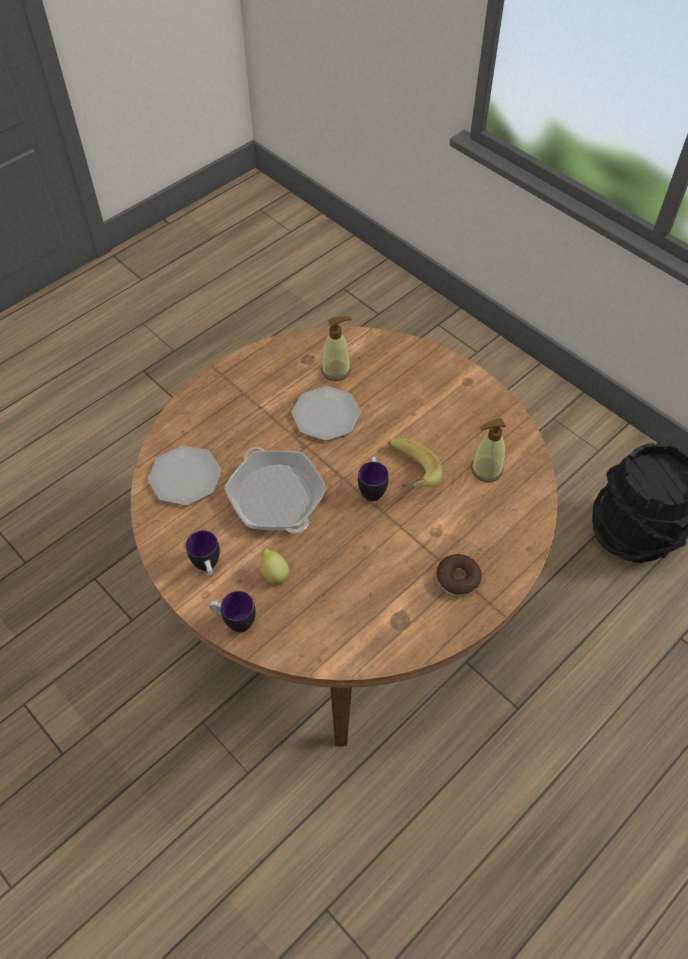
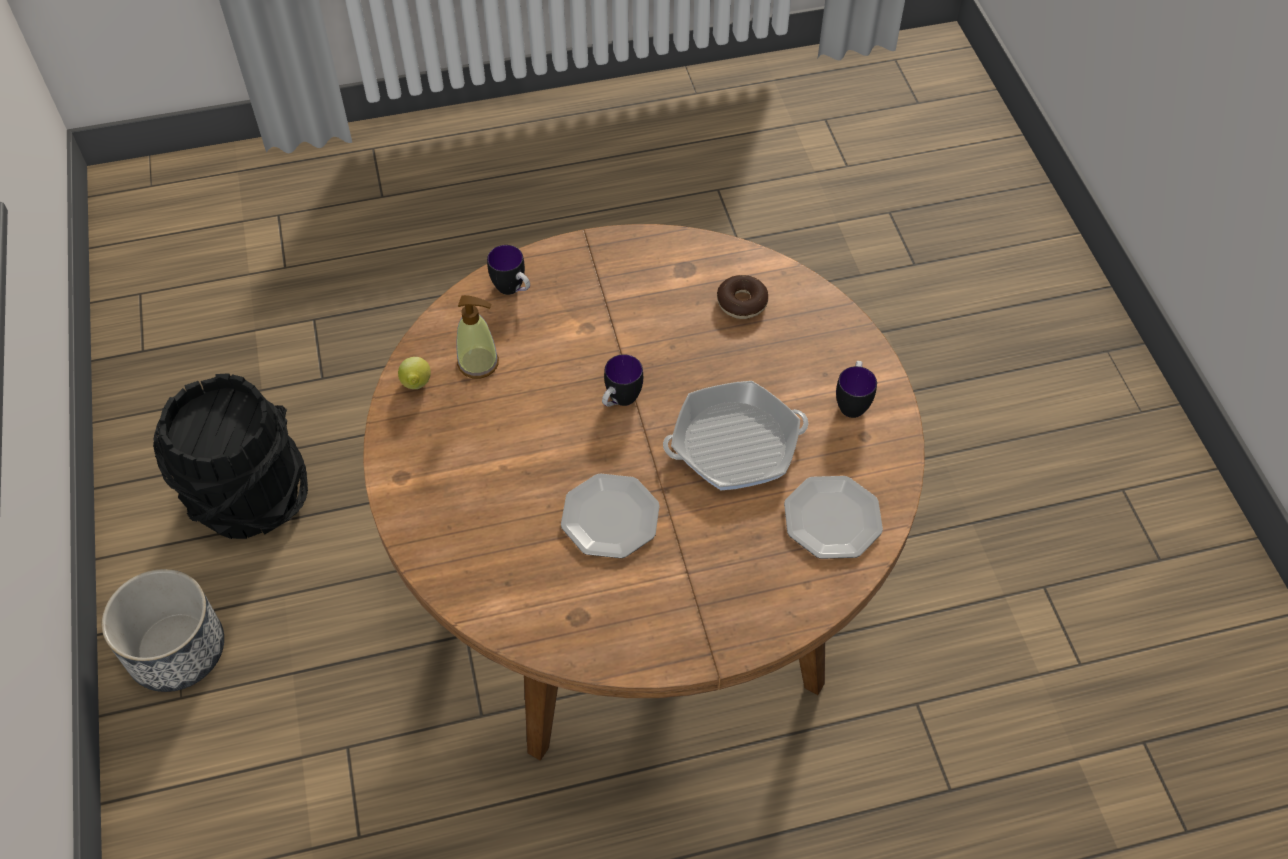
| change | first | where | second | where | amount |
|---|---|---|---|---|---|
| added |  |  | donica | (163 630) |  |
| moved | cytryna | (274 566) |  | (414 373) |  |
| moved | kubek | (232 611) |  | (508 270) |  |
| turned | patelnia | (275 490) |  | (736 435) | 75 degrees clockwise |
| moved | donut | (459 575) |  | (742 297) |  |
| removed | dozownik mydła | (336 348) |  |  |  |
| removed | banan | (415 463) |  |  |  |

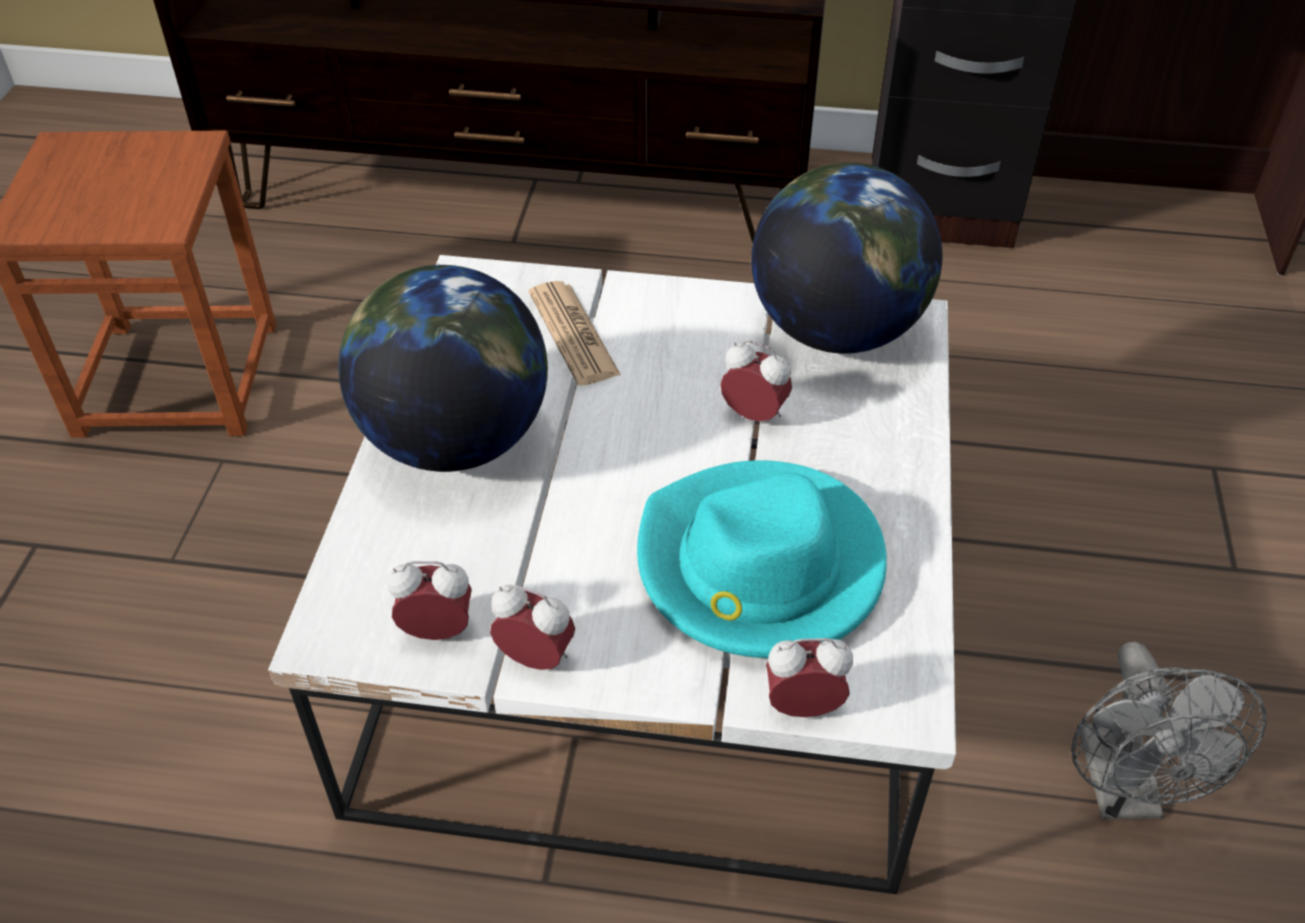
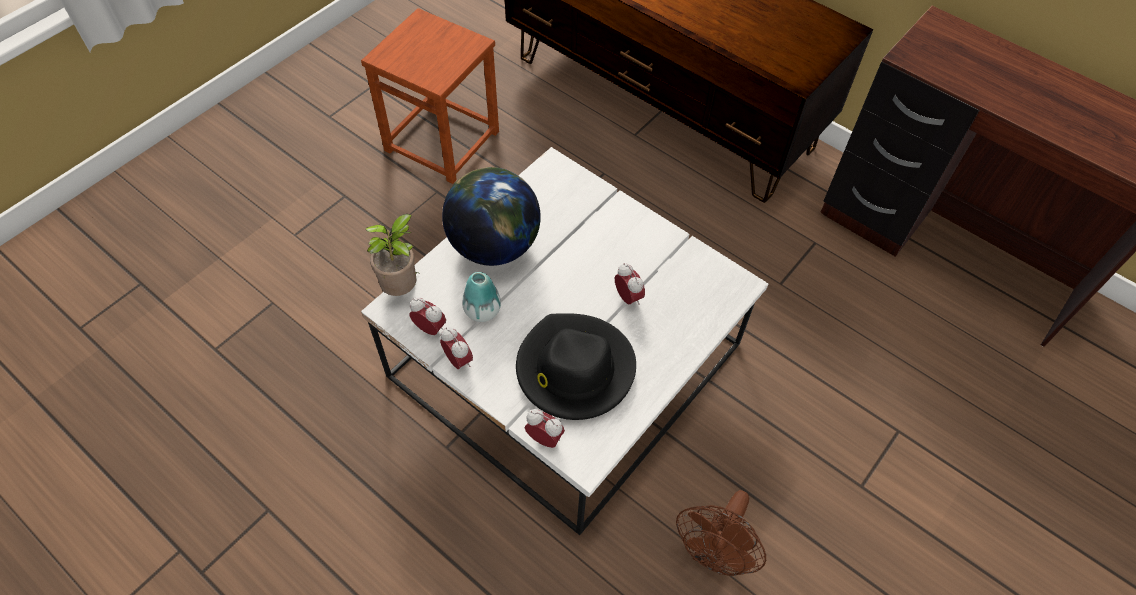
| change | first | where | second | where | amount |
|---|---|---|---|---|---|
| added |  |  | roślina doniczkowa | (392 255) |  |
| added |  |  | wazon | (481 297) |  |
| recoloured | kapelusz/turkusowy | (762 559) | kapelusz/czarny | (576 366) |  |
| recoloured | wentylator/szary | (1168 731) | wentylator/brązowy | (721 533) |  |
| removed | gazeta | (575 333) |  |  |  |
| removed | globus | (847 258) |  |  |  |

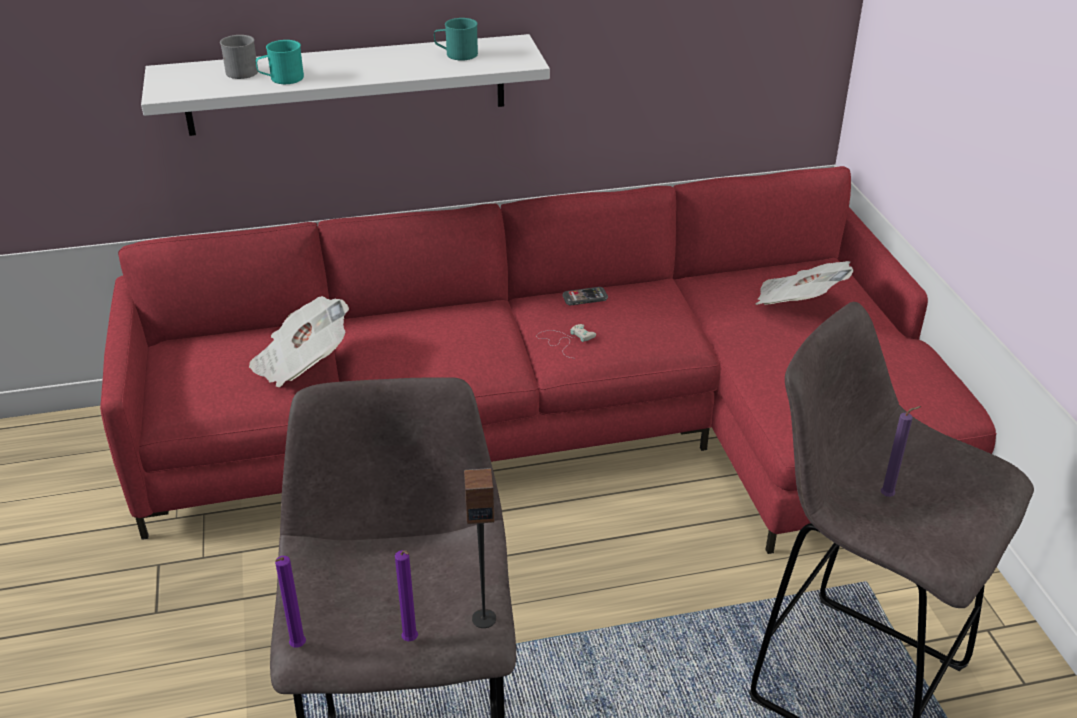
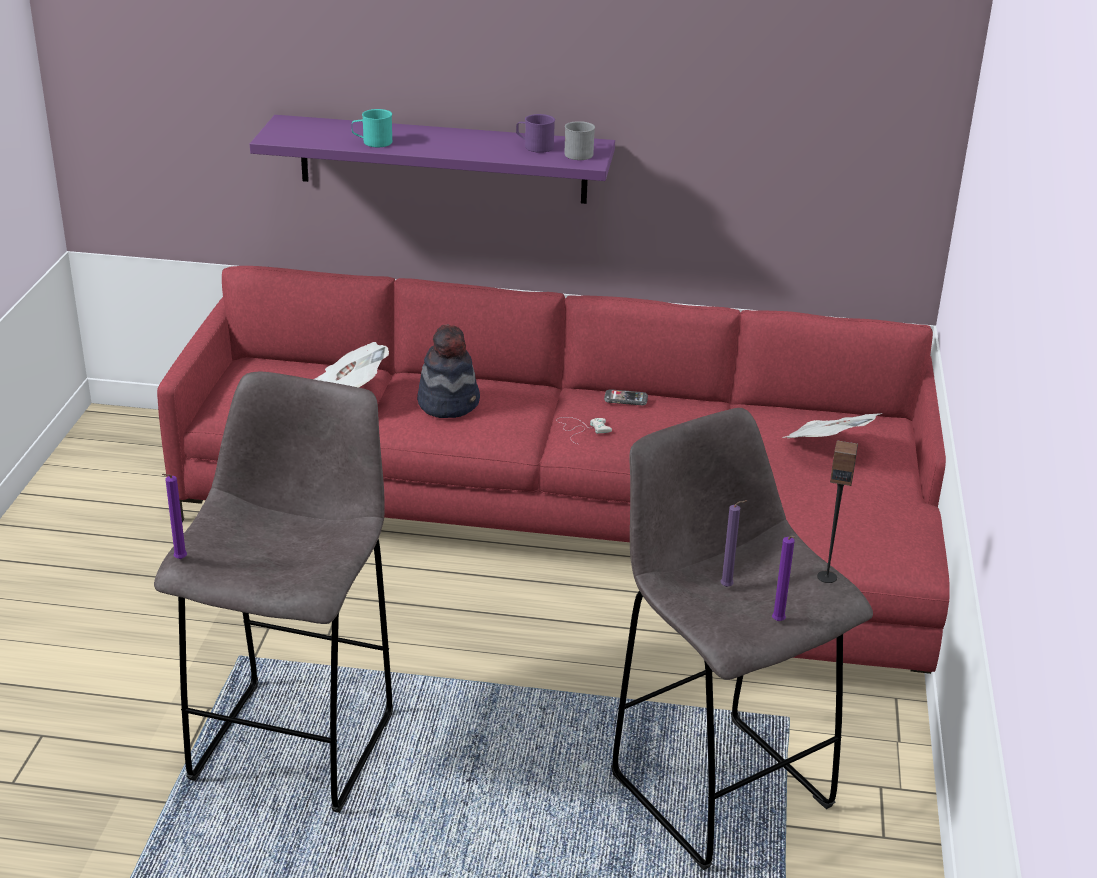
| change | first | where | second | where | amount |
|---|---|---|---|---|---|
| recoloured | półka/biały | (345 85) | półka/fioletowy | (432 159) |  |
| added |  |  | kapelusz | (448 371) |  |
| recoloured | kubek/turkusowy | (456 39) | kubek/fioletowy | (535 133) |  |
| moved | kubek/szary | (239 57) |  | (579 140) |  |
| moved | świeca/fioletowy | (406 595) |  | (783 578) |  |
| moved | głośnik | (480 548) |  | (837 511) |  |

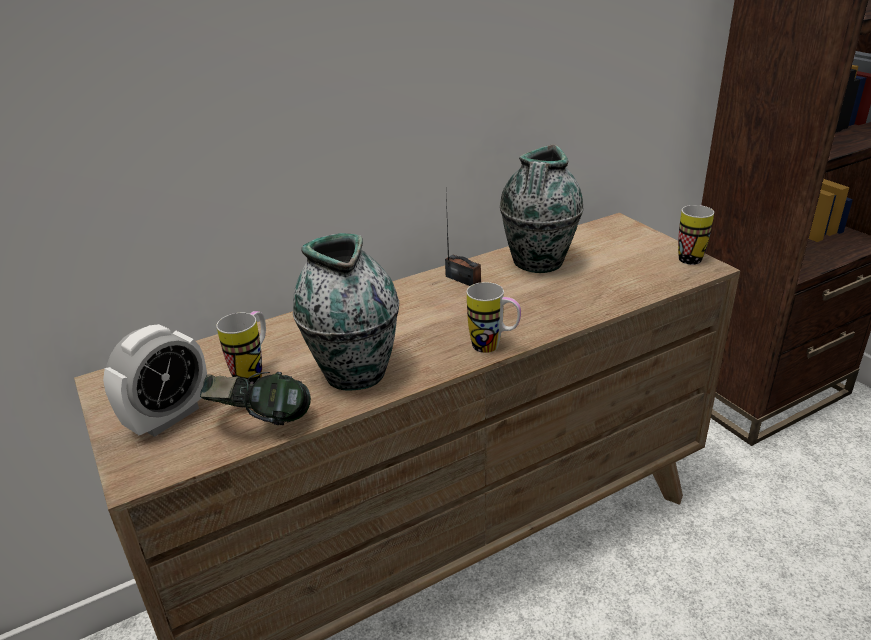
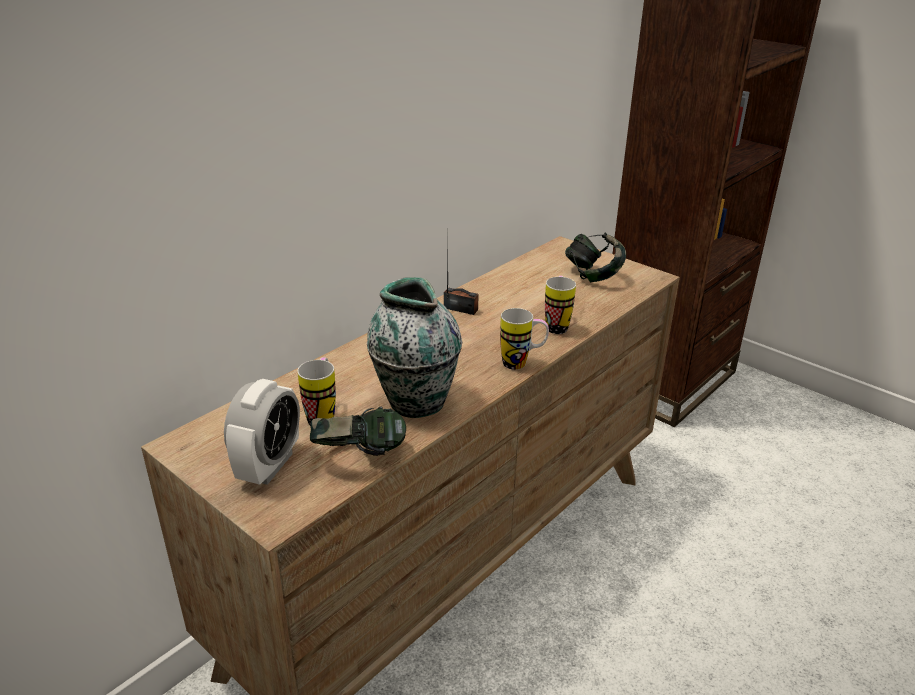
| change | first | where | second | where | amount |
|---|---|---|---|---|---|
| moved | kubek | (696 235) |  | (560 305) |  |
| added |  |  | słuchawki | (595 257) |  |
| removed | wazon | (542 208) |  |  |  |

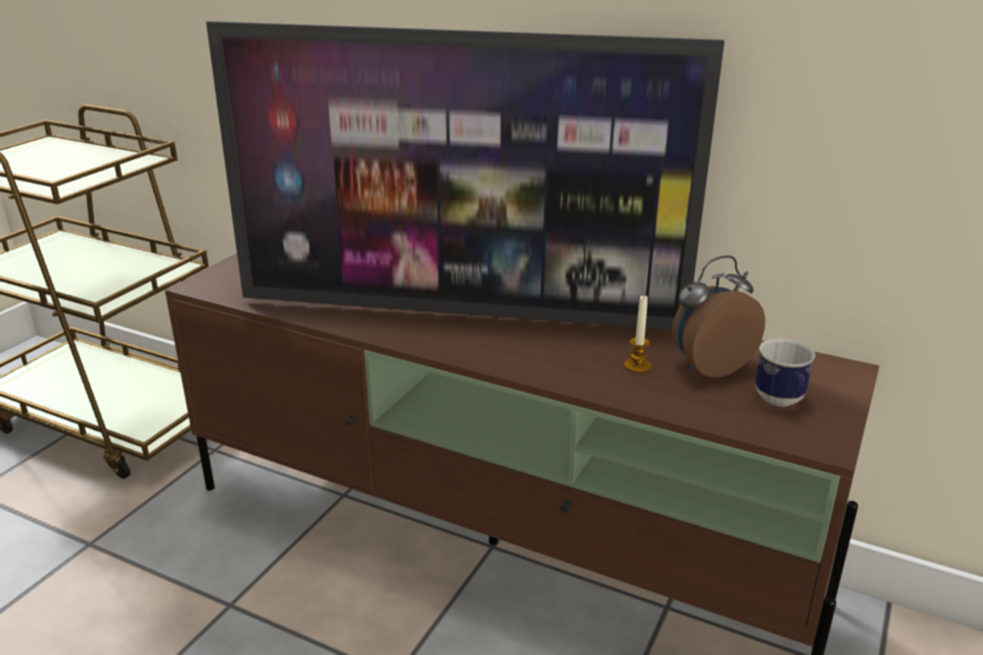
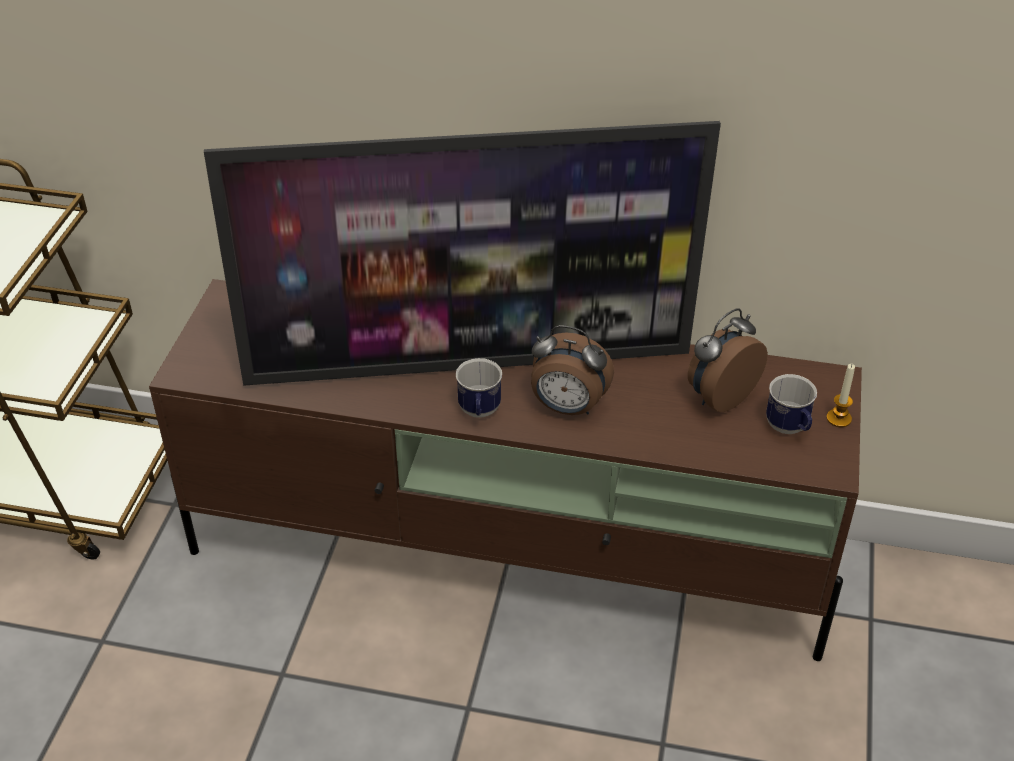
| change | first | where | second | where | amount |
|---|---|---|---|---|---|
| added |  |  | kubek | (479 388) |  |
| added |  |  | budzik | (572 370) |  |
| moved | świeca | (637 334) |  | (840 395) |  |

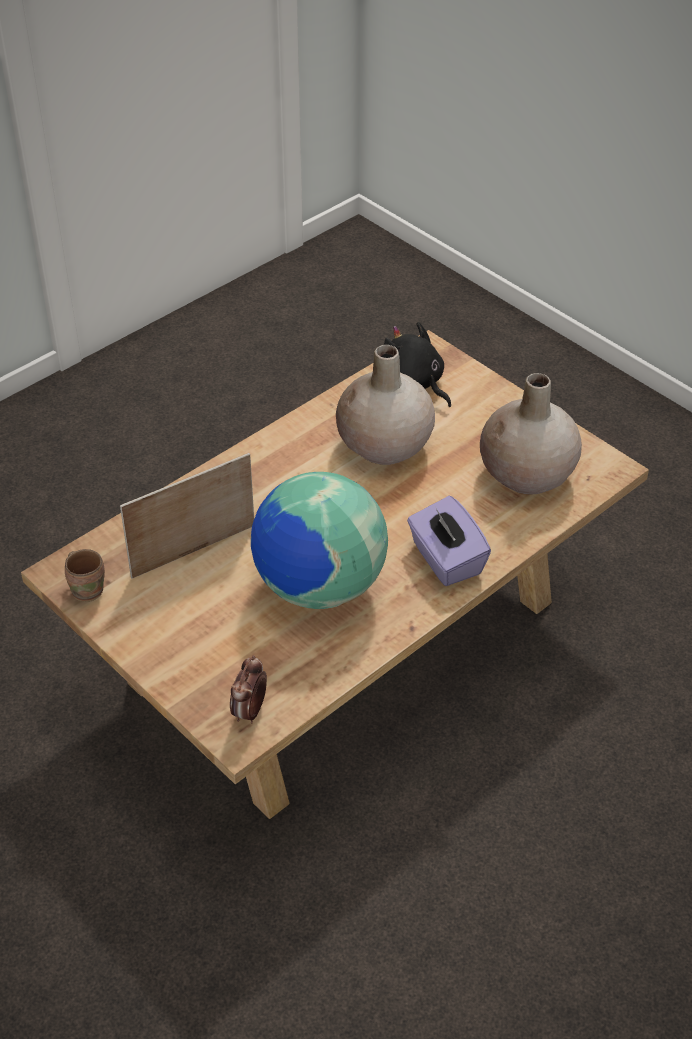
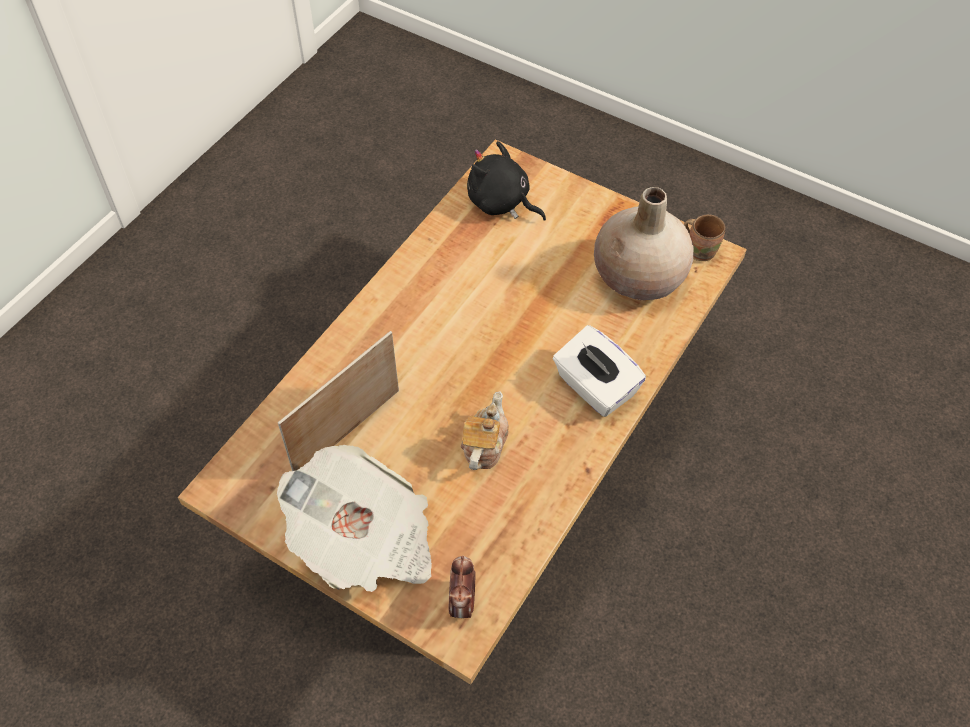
| change | first | where | second | where | amount |
|---|---|---|---|---|---|
| added |  |  | gazeta | (354 518) |  |
| replaced | globus | (319 540) | imbryk | (485 430) |  |
| recoloured | pudełko chusteczek/fioletowy | (449 541) | pudełko chusteczek/biały | (599 371) |  |
| moved | kubek/brązowy | (85 575) |  | (704 237) |  |
| removed | wazon/beżowy | (385 405) |  |  |  |

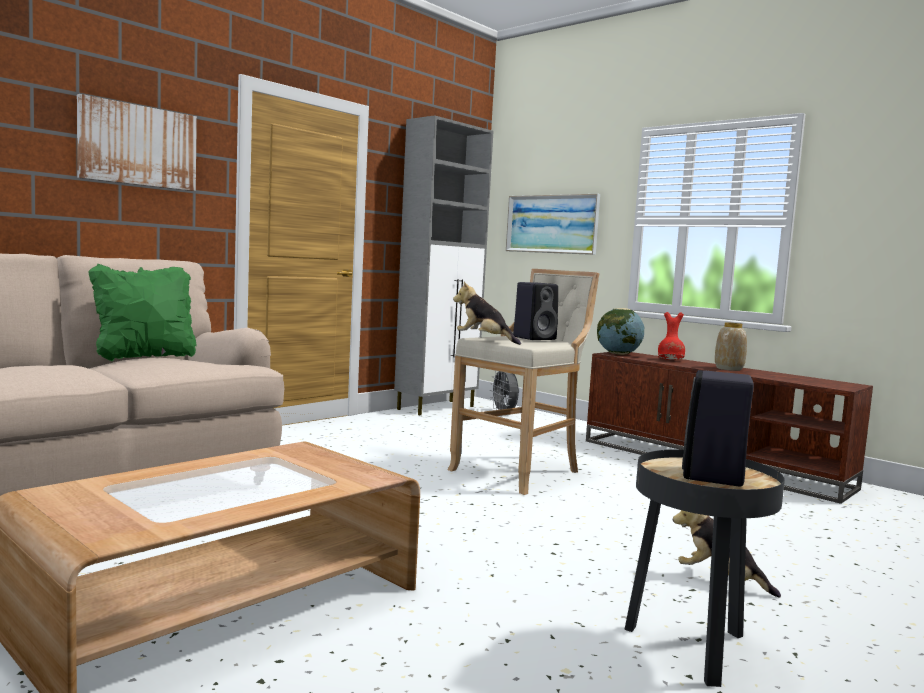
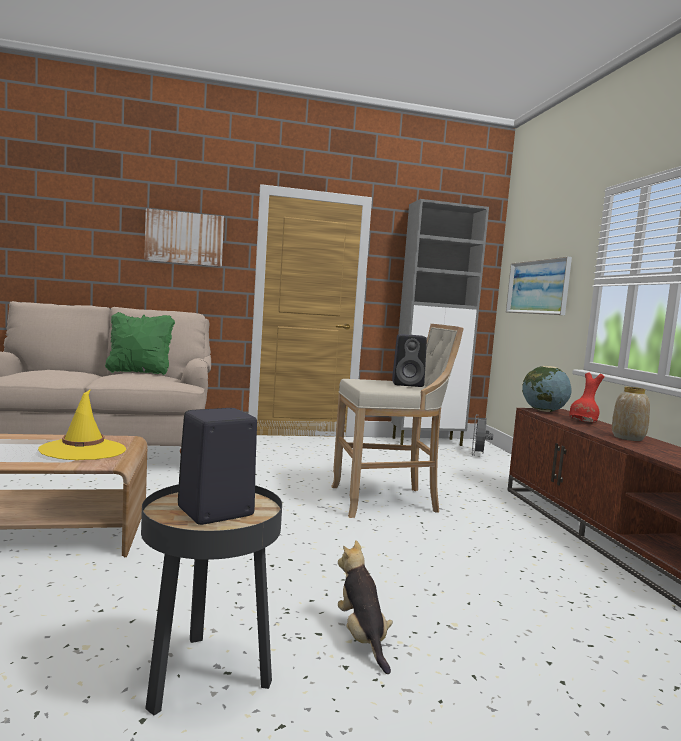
| change | first | where | second | where | amount |
|---|---|---|---|---|---|
| added |  |  | kapelusz/żółty | (82 424) |  |
| removed | pluszak | (487 313) |  |  |  |

